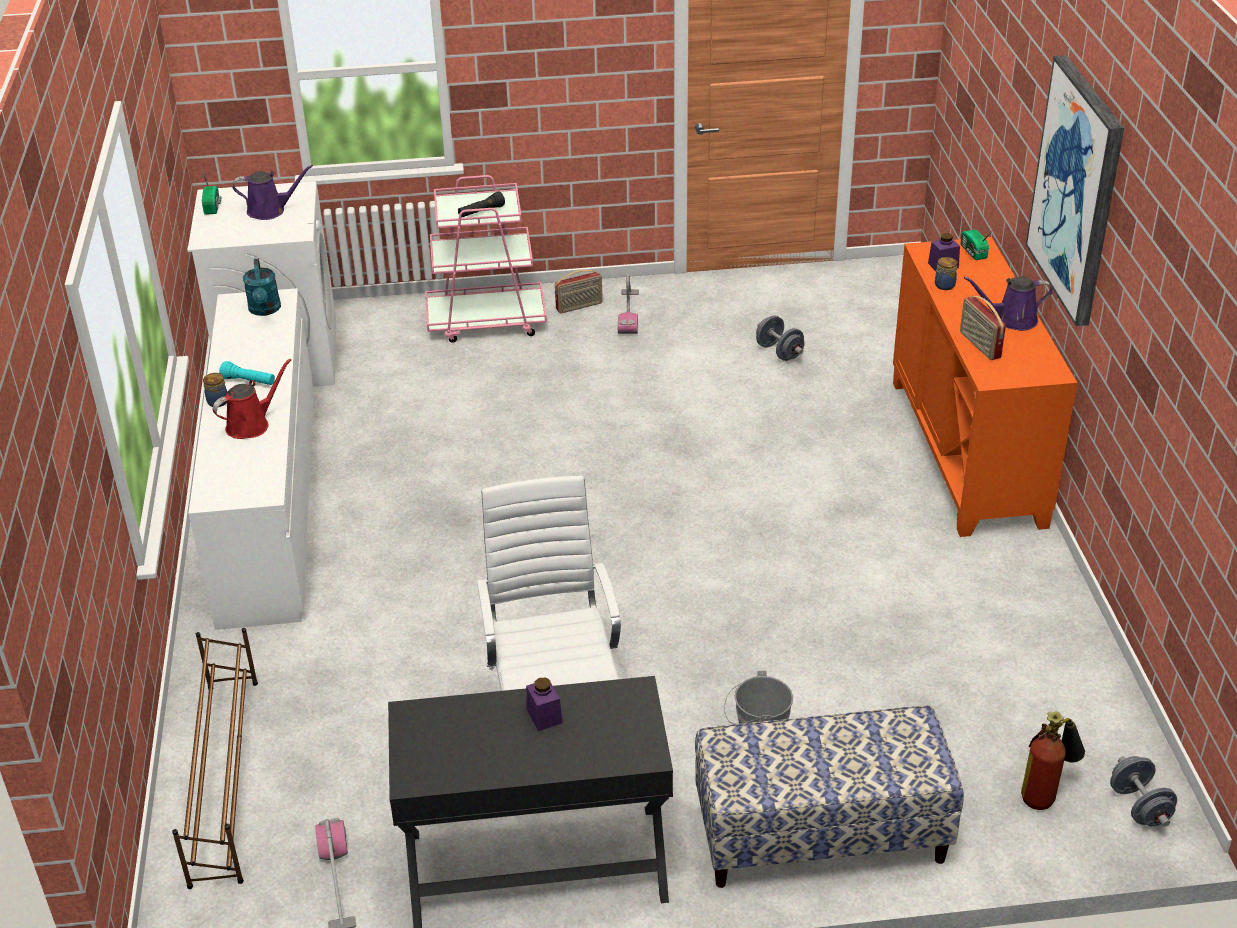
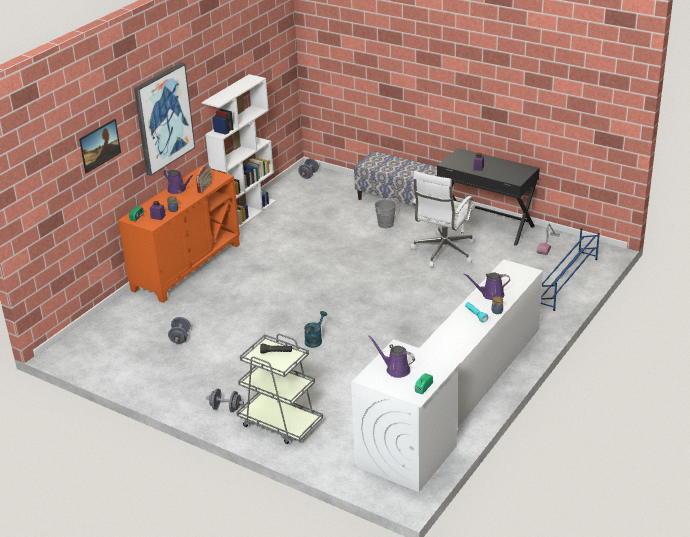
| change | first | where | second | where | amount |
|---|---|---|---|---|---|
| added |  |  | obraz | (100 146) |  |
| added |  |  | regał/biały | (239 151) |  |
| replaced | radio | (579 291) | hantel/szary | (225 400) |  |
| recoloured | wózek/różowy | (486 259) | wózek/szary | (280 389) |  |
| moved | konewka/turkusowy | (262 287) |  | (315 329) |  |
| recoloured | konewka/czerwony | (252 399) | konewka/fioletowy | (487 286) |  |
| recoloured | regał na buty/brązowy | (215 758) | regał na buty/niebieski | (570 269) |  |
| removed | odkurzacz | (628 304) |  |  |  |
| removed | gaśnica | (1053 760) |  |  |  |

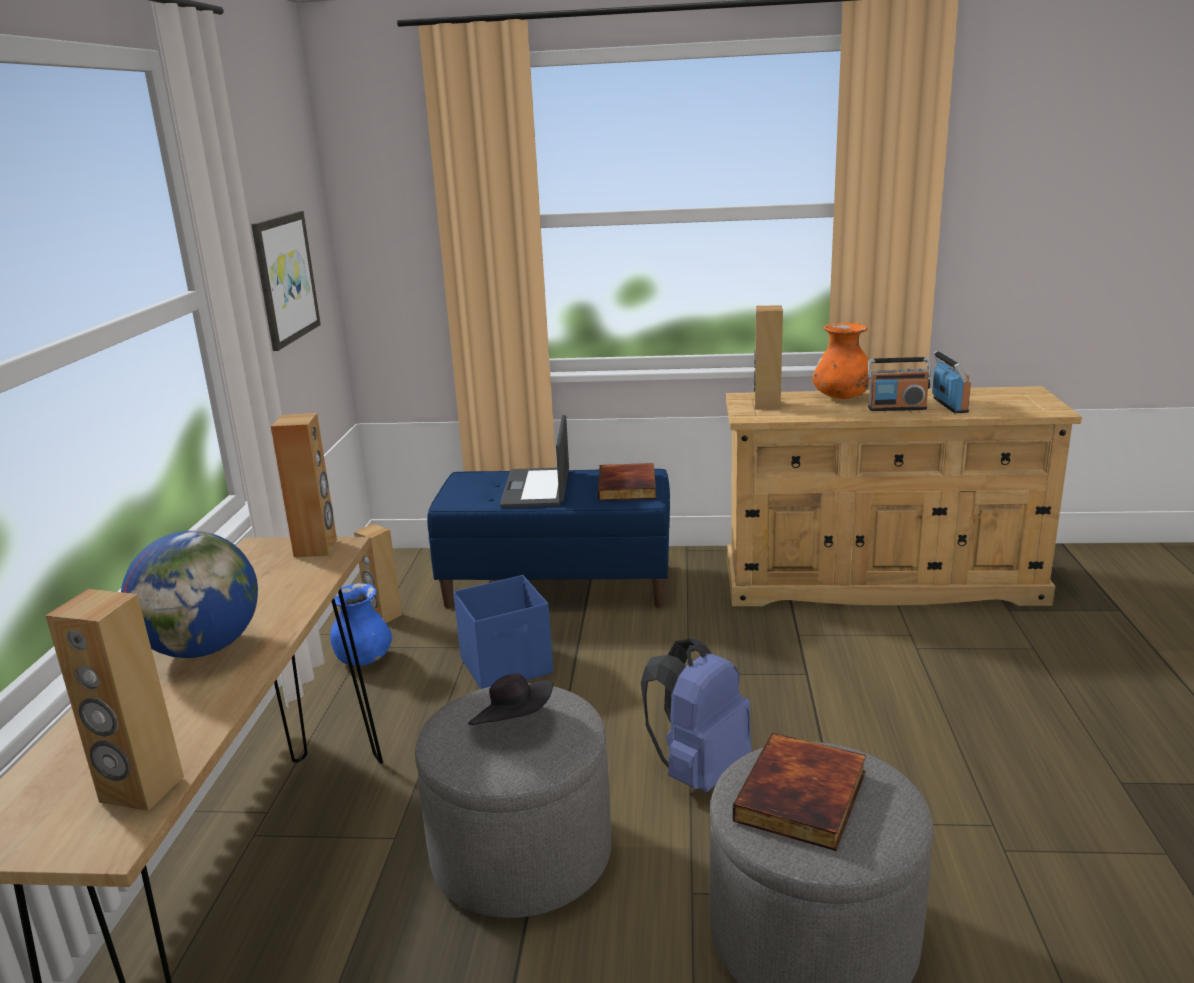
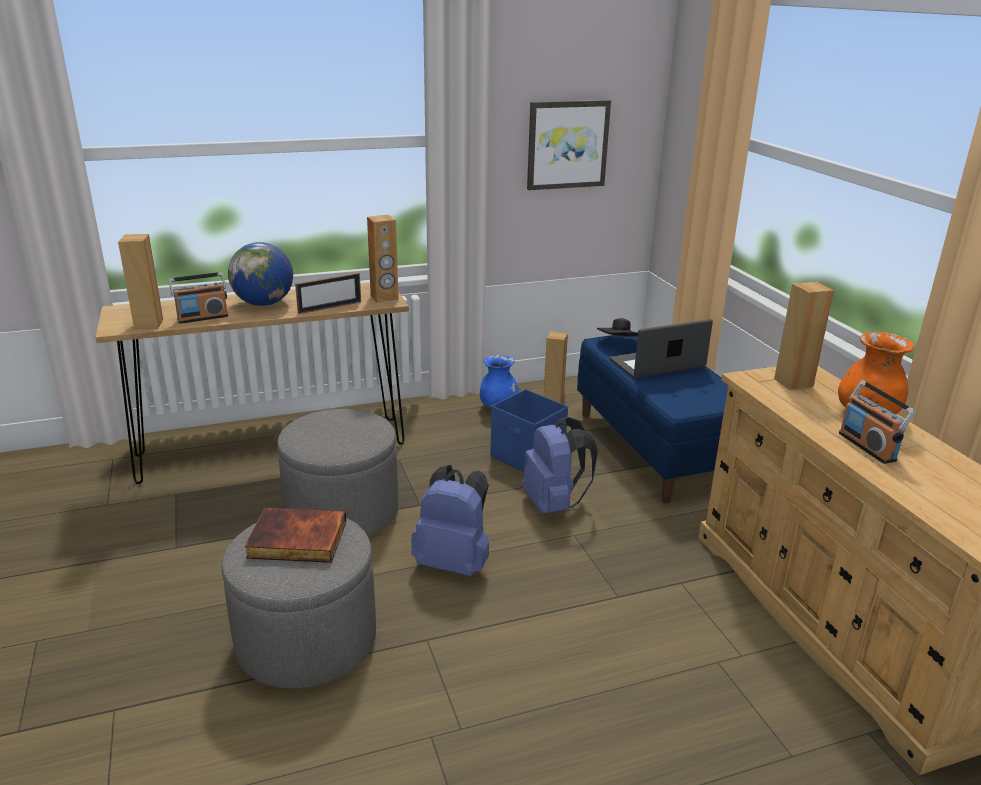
| change | first | where | second | where | amount |
|---|---|---|---|---|---|
| moved | radio | (951 382) |  | (198 298) |  |
| added |  |  | ramka na zdjęcie | (328 293) |  |
| added |  |  | plecak/niebieski | (560 465) |  |
| moved | kapelusz/czarny | (510 699) |  | (617 327) |  |
| removed | książka | (627 482) |  |  |  |

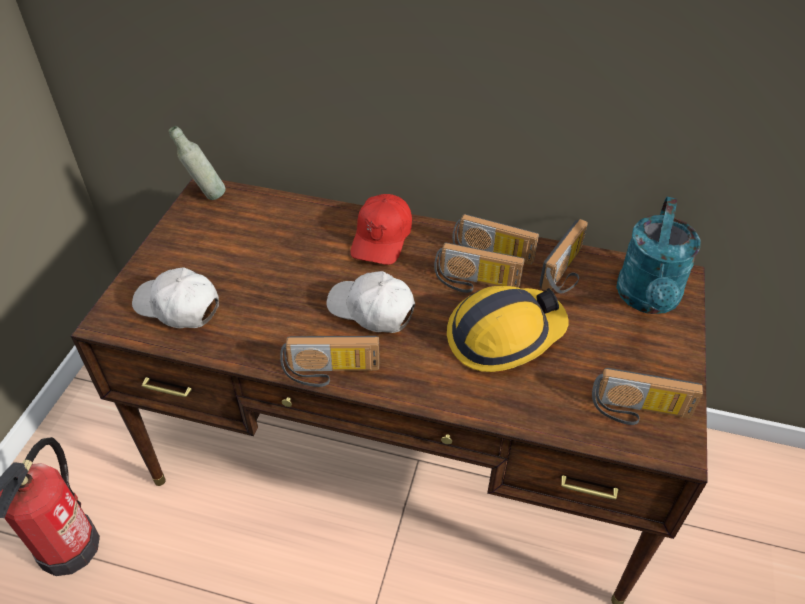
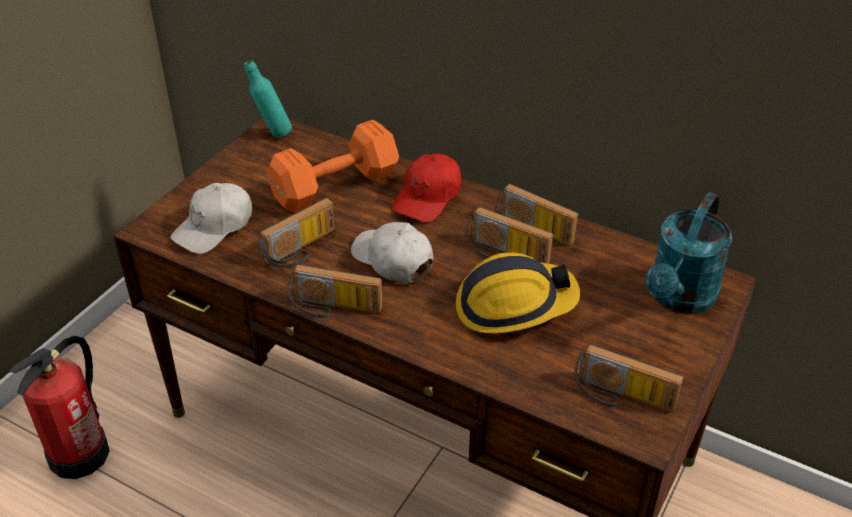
| change | first | where | second | where | amount |
|---|---|---|---|---|---|
| turned | czapka z daszkiem/biały | (175 297) |  | (211 218) | 90 degrees counterclockwise |
| recoloured | butelka/szary | (197 163) | butelka/turkusowy | (268 99) |  |
| moved | radio | (563 256) |  | (297 233) |  |
| added |  |  | hantel/pomarańczowy | (333 166) |  |

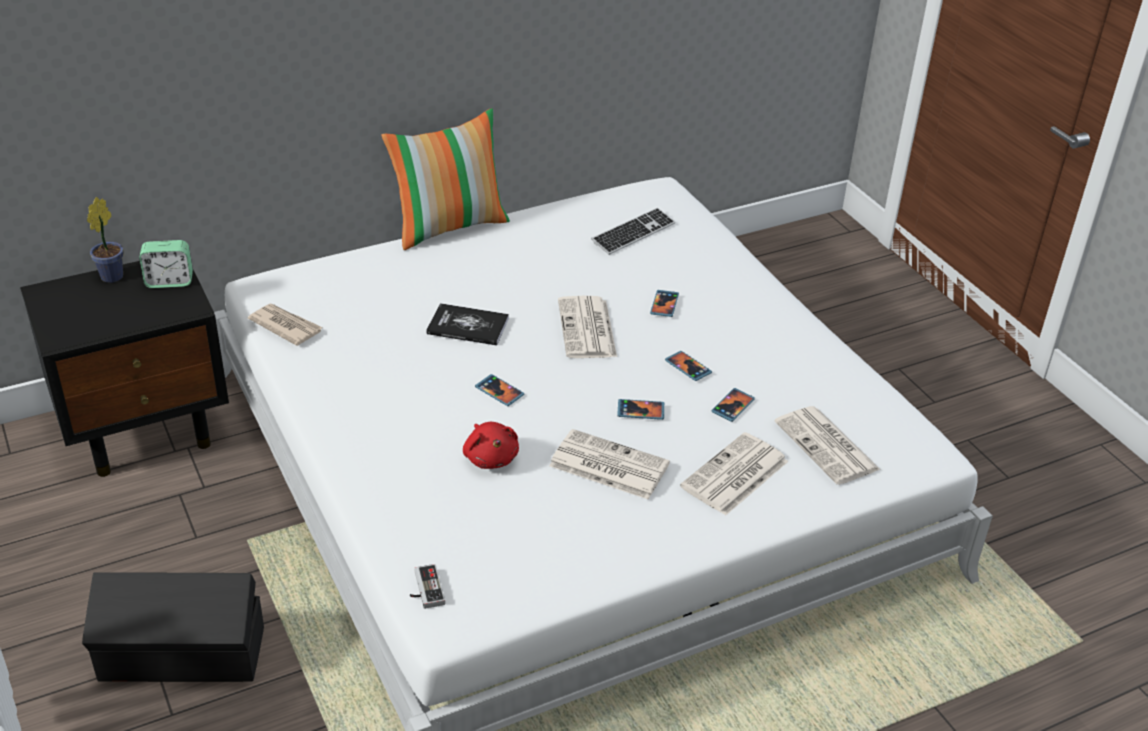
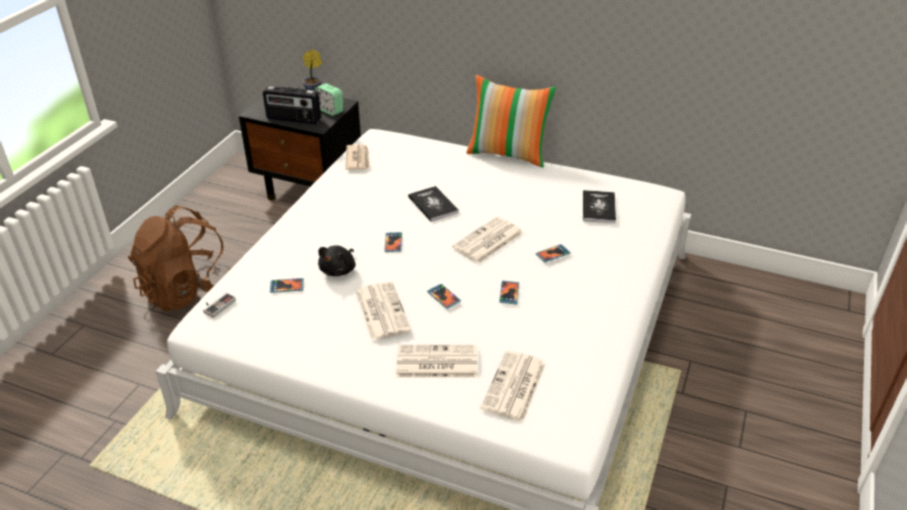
| change | first | where | second | where | amount |
|---|---|---|---|---|---|
| replaced | pojemnik do przechowywania/czarny | (173 627) | plecak/brązowy | (179 258) |  |
| added |  |  | radio | (292 105) |  |
| moved | telefon | (733 405) |  | (287 285) |  |
| recoloured | pluszak/czerwony | (491 445) | pluszak/czarny | (337 260) |  |
| replaced | klawiatura | (633 231) | książka | (599 206) |  |

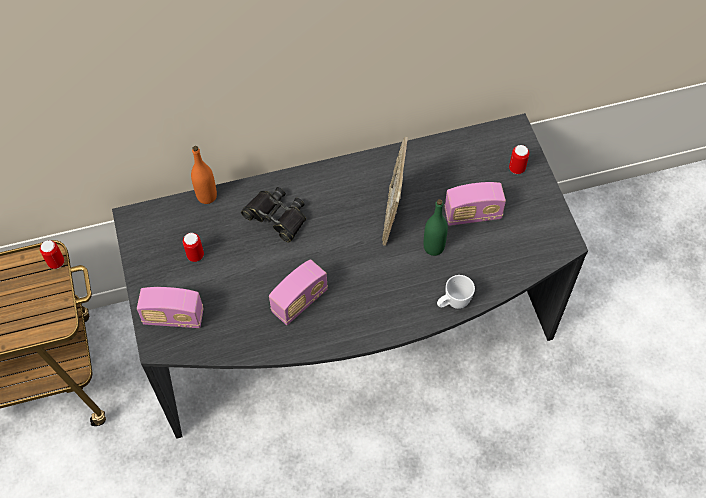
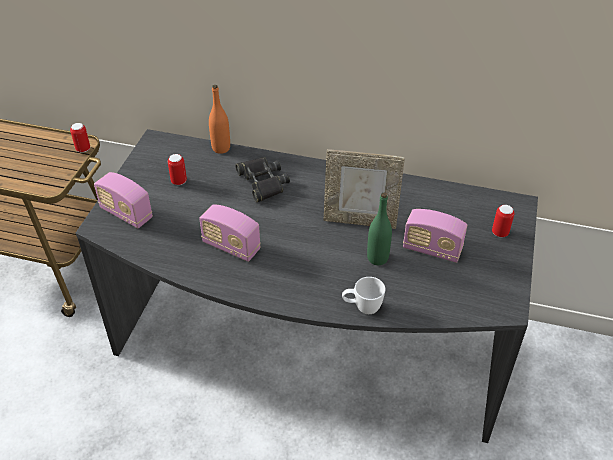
| change | first | where | second | where | amount |
|---|---|---|---|---|---|
| turned | radio | (298 292) |  | (230 233) | 45 degrees clockwise |
| turned | ramka na zdjęcie | (395 191) |  | (364 189) | 120 degrees counterclockwise |

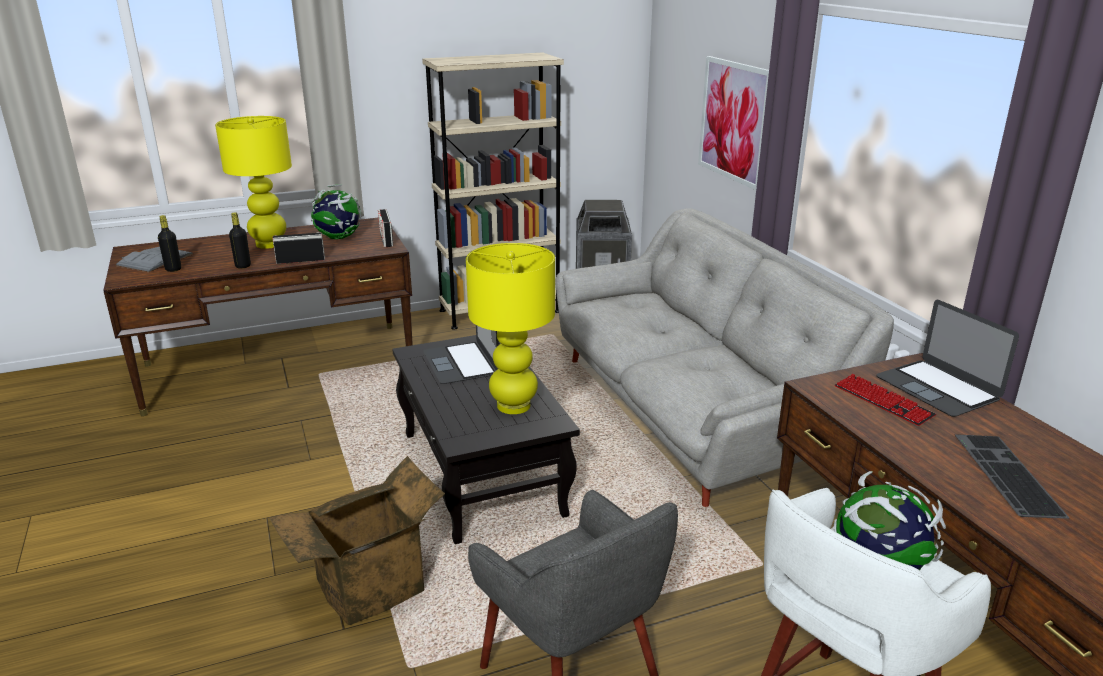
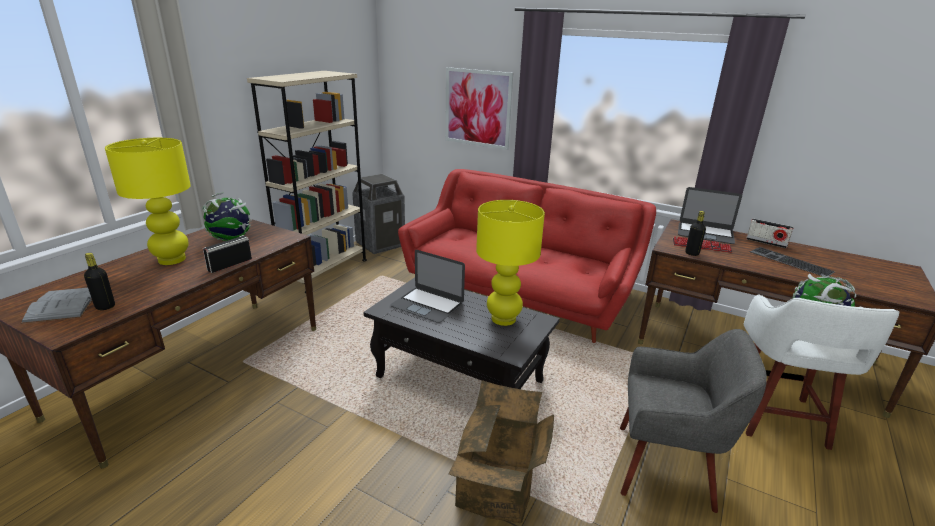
| change | first | where | second | where | amount |
|---|---|---|---|---|---|
| recoloured | kanapa/szary | (724 357) | kanapa/czerwony | (527 256) |  |
| moved | butelka/czarny | (240 240) |  | (695 233) |  |
| moved | radio | (385 228) |  | (770 233) |  |

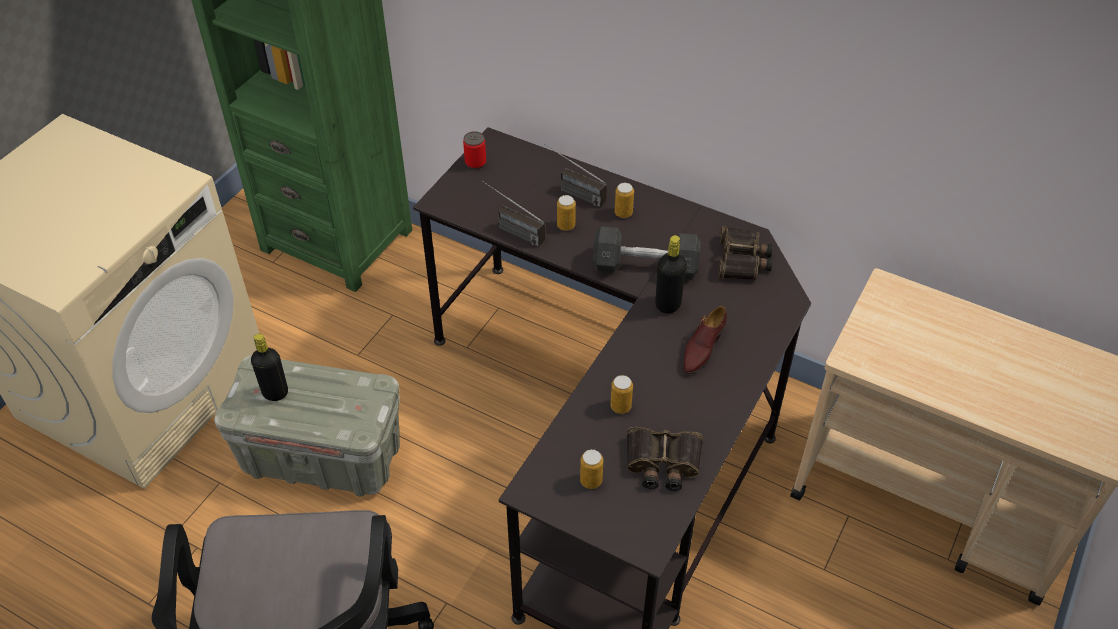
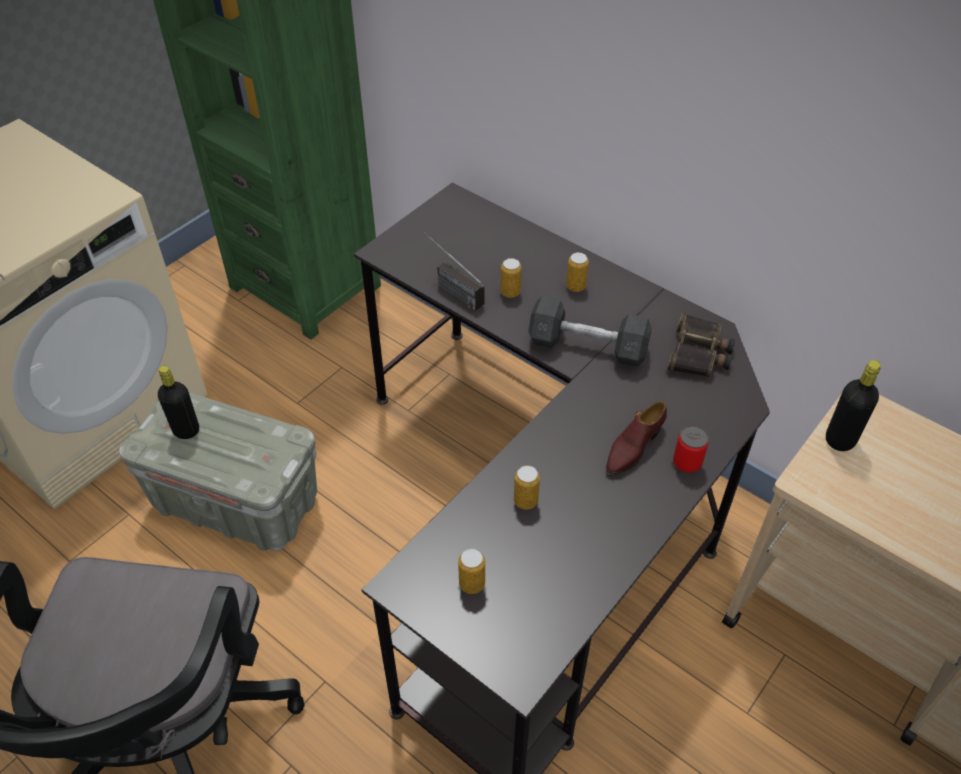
| change | first | where | second | where | amount |
|---|---|---|---|---|---|
| moved | puszka | (474 150) |  | (691 449) |  |
| moved | butelka/czarny | (671 274) |  | (853 405) |  |
| removed | radio | (576 175) |  |  |  |
| removed | lornetka | (665 459) |  |  |  |

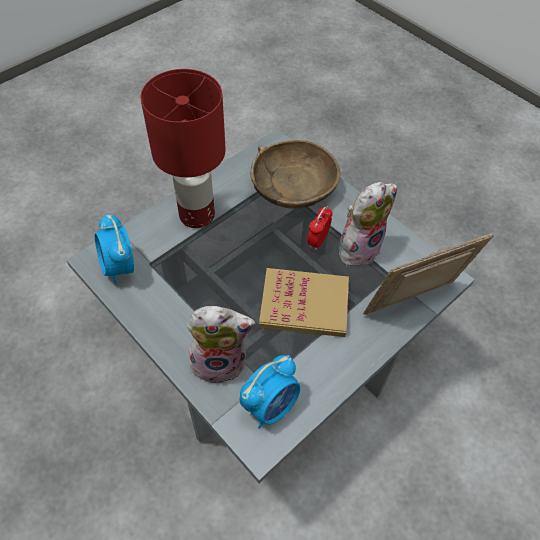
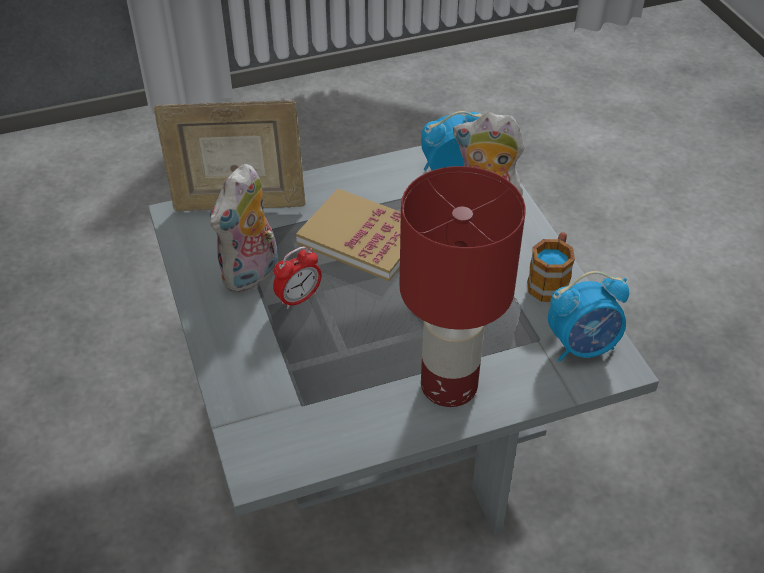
| change | first | where | second | where | amount |
|---|---|---|---|---|---|
| turned | pluszak | (368 224) |  | (244 228) | 45 degrees counterclockwise |
| added |  |  | kubek | (551 267) |  |
| turned | budzik | (114 249) |  | (588 316) | 75 degrees clockwise |
| removed | miska/brązowy | (295 174) |  |  |  |

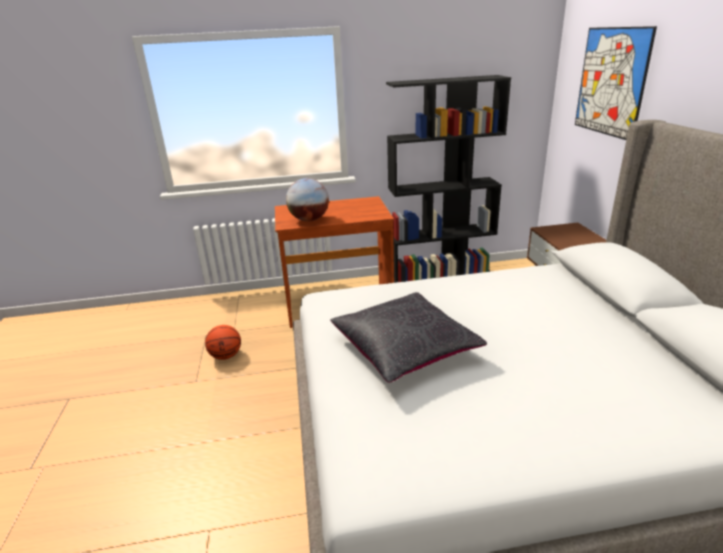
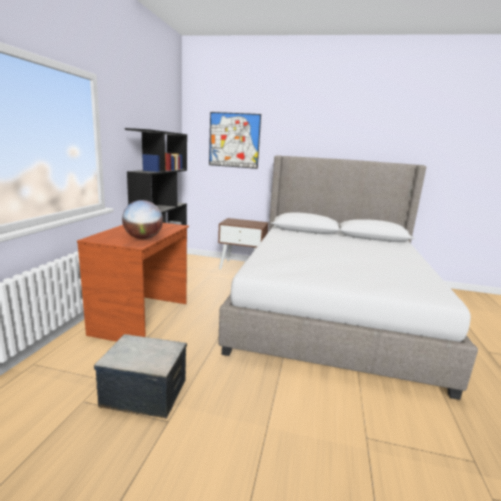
| change | first | where | second | where | amount |
|---|---|---|---|---|---|
| replaced | piłka do koszykówki | (223 342) | pojemnik do przechowywania | (140 376) |  |
| removed | poduszka/czarny | (408 337) |  |  |  |

